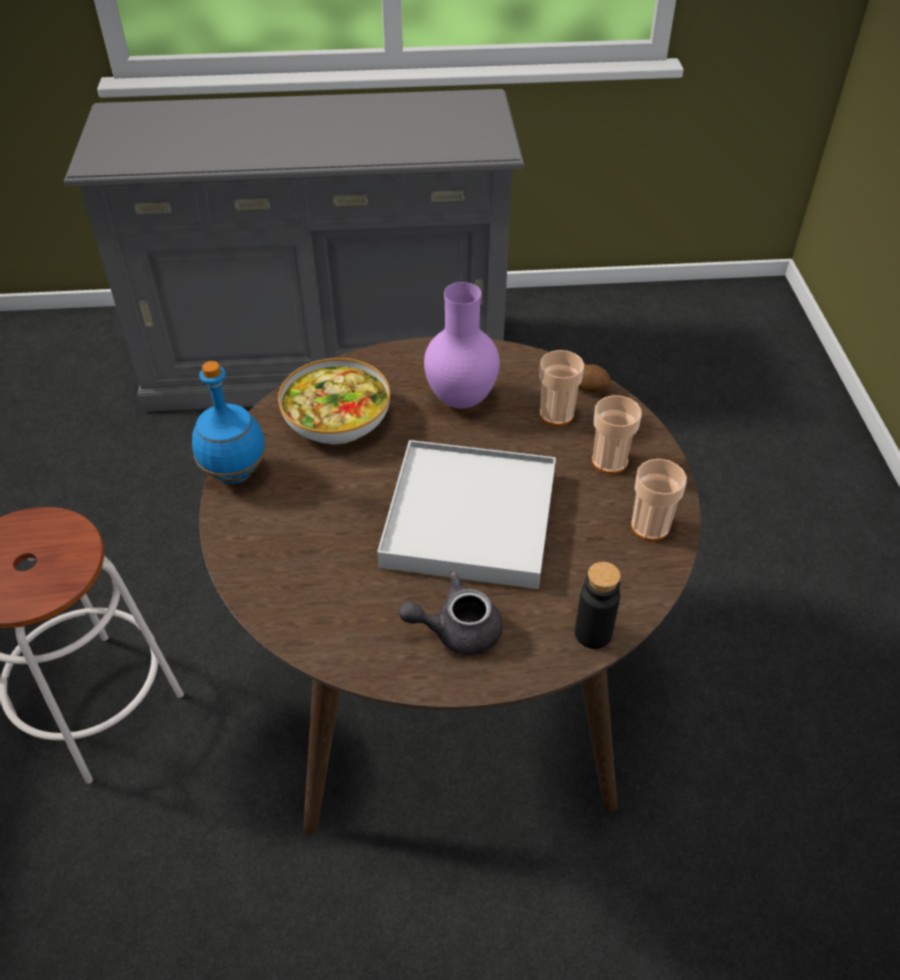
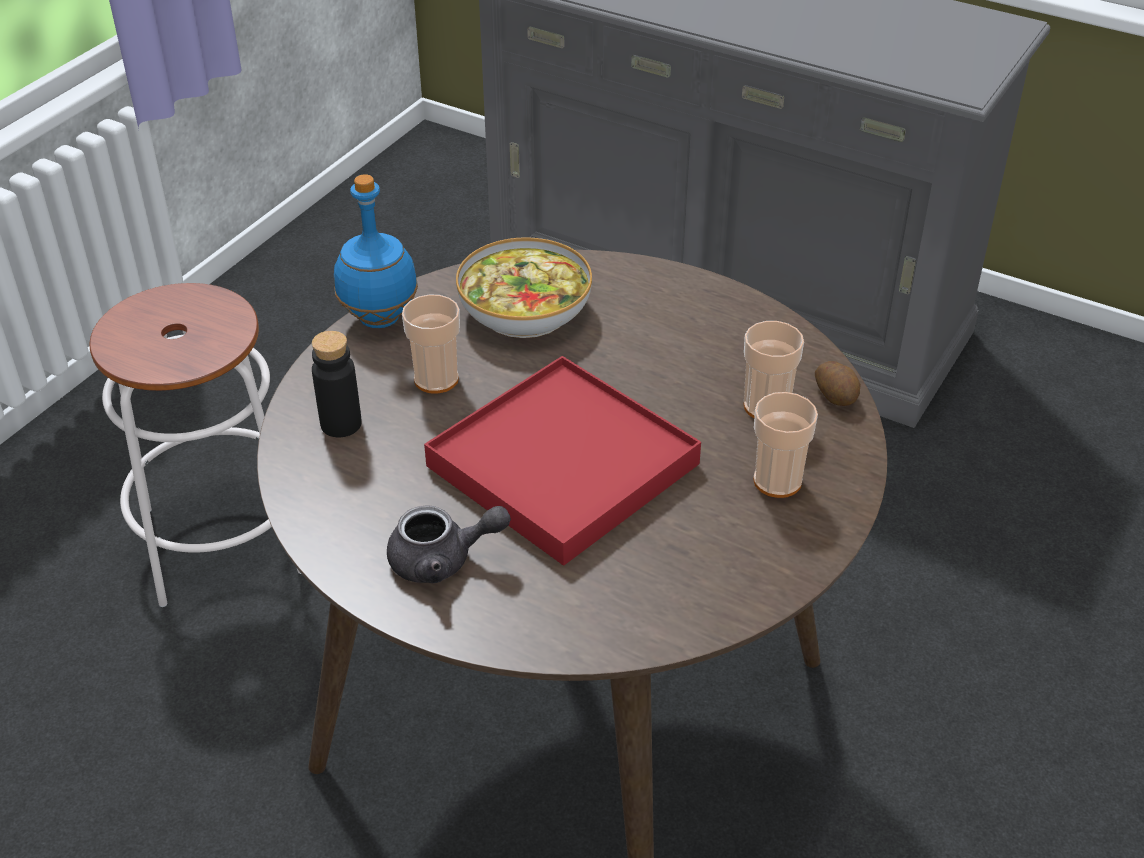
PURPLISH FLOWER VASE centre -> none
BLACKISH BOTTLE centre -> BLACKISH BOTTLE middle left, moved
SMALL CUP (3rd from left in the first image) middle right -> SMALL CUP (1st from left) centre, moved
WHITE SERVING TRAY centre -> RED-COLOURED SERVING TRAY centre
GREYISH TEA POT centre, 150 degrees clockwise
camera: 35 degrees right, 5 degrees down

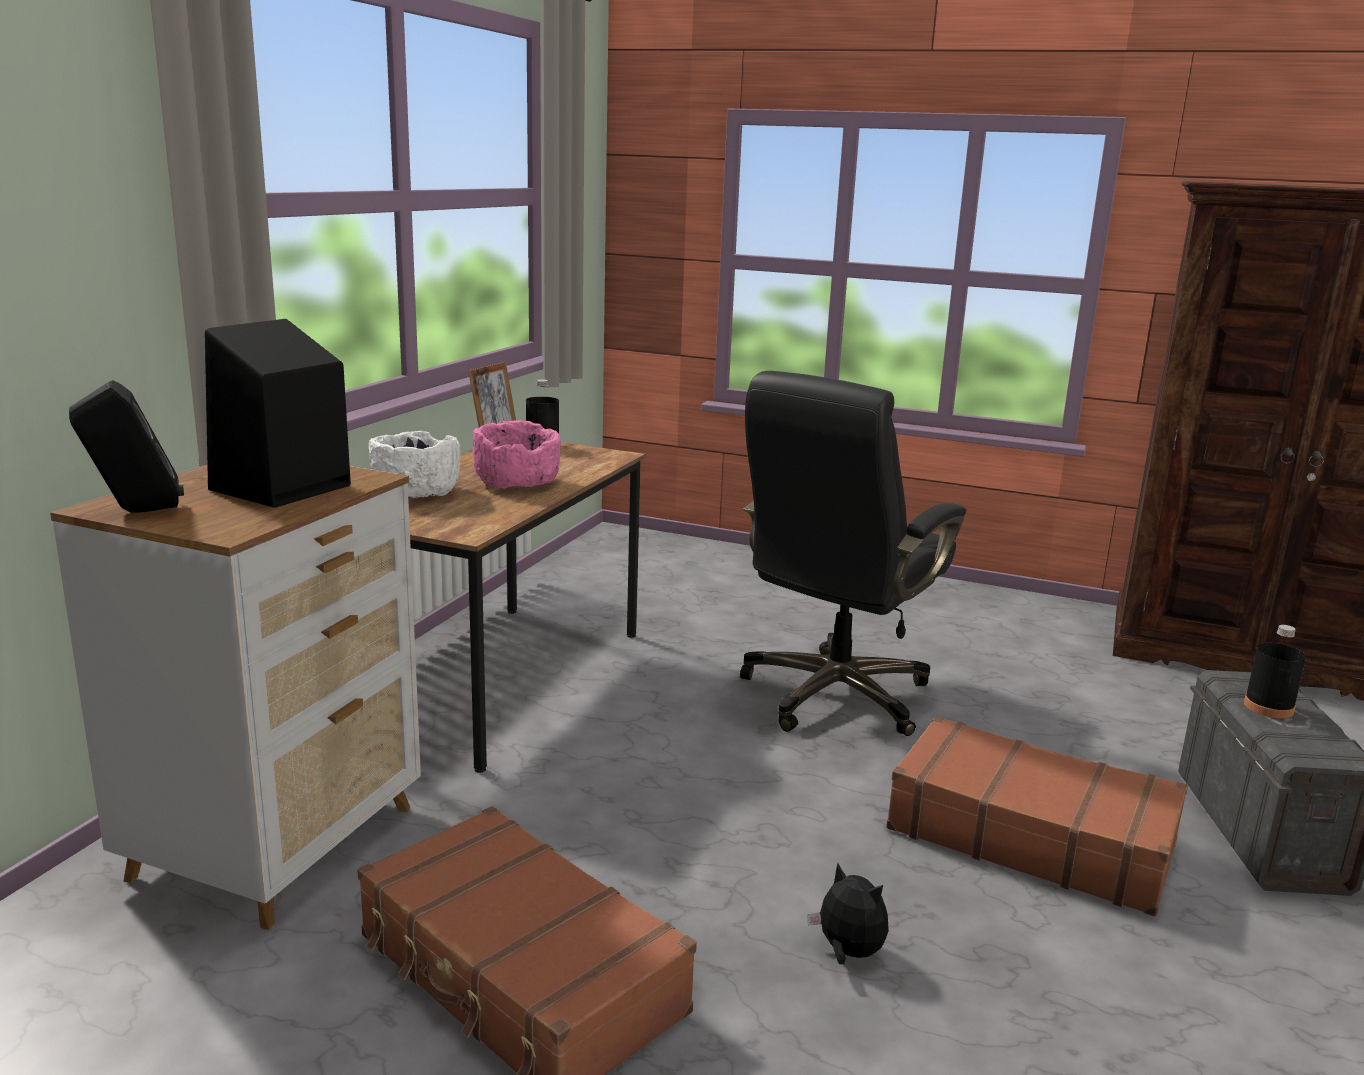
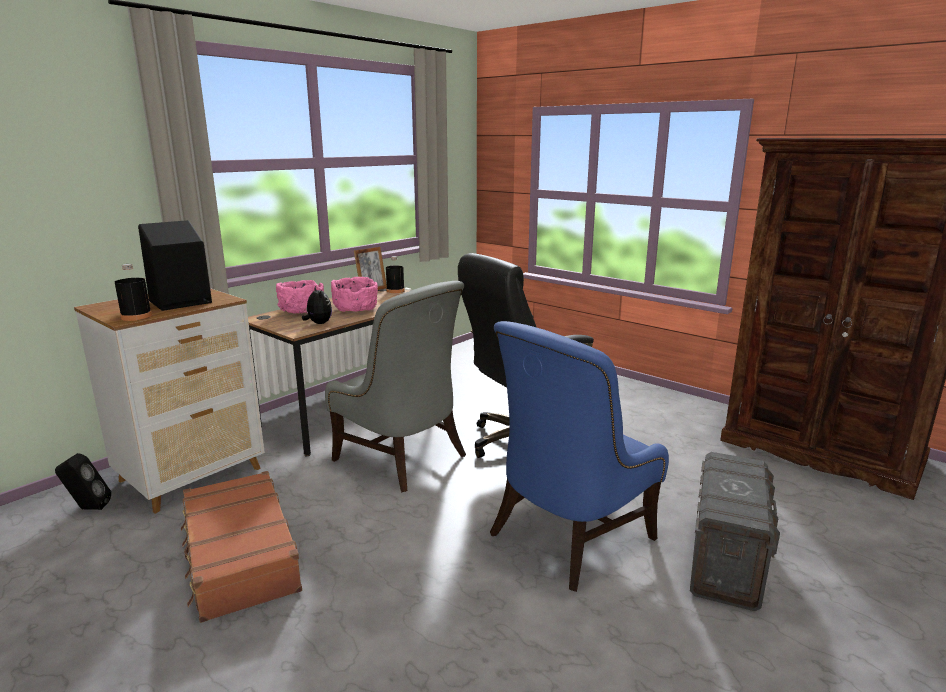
none -> GREYISH CHAIR centre
BLACKISH LOUDSPEAKER (1st from left) middle left -> BLACKISH LOUDSPEAKER (1st from left) bottom left, moved
CUDDLY TOY bottom centre -> CUDDLY TOY centre, moved
BLACKISH BOTTLE (2nd from left in the first image) middle right -> BLACKISH BOTTLE (1st from left) middle left, moved
BROWNISH SUITCASE (2nd from left) bottom right -> BLUE-COLOURED CHAIR centre
WHITE BOWL middle left -> PINK-COLOURED BOWL (1st from left) middle left
camera: 20 degrees right, 0 degrees up

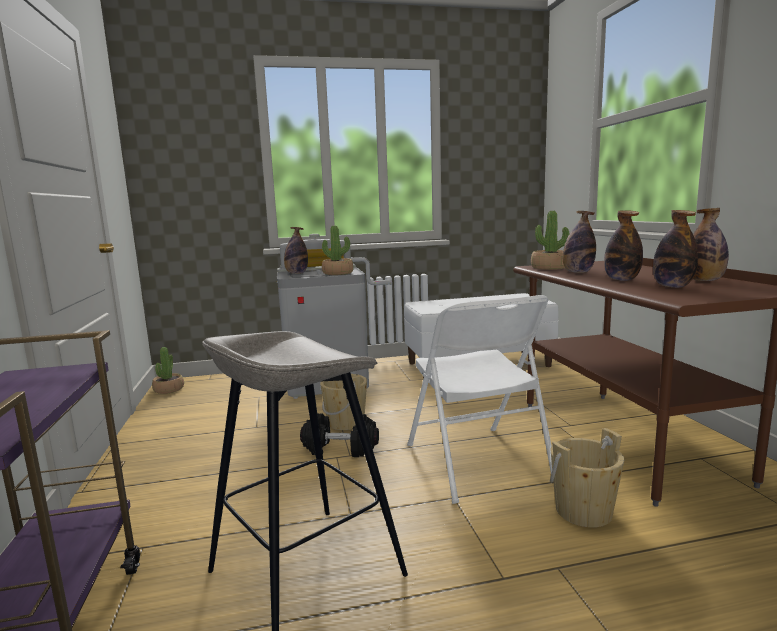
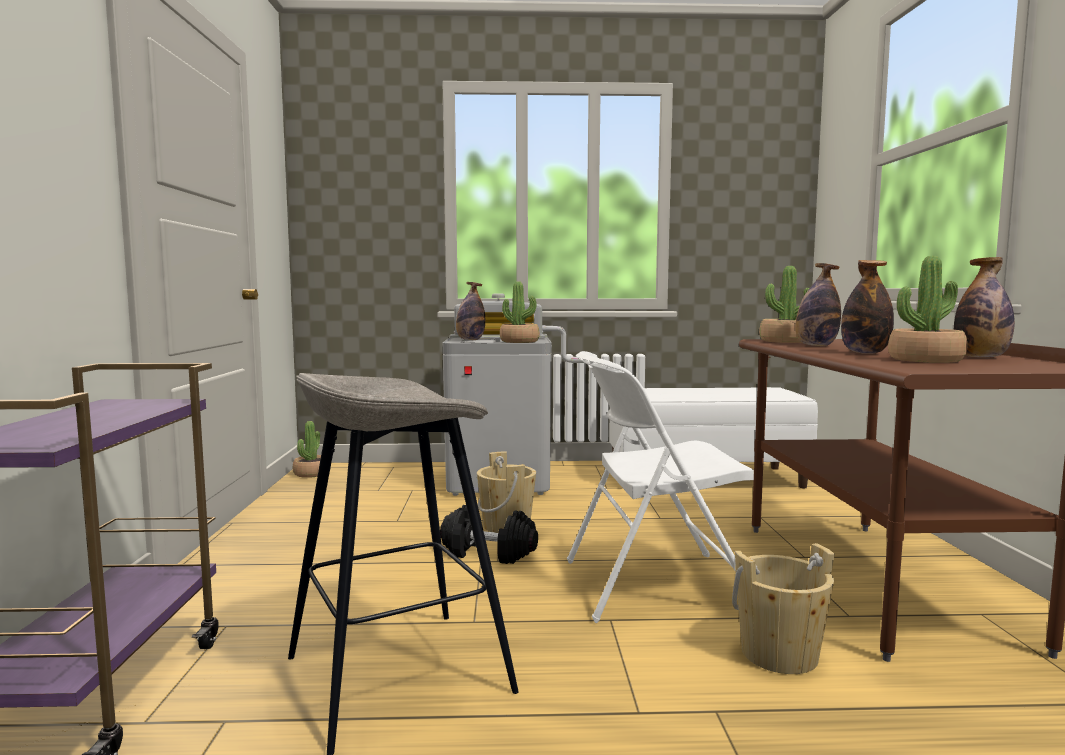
BOTTLE (4th from left) middle right -> HOUSEPLANT (4th from left) middle right
WHITE CHAIR centre, 90 degrees clockwise
camera: 10 degrees right, 5 degrees down

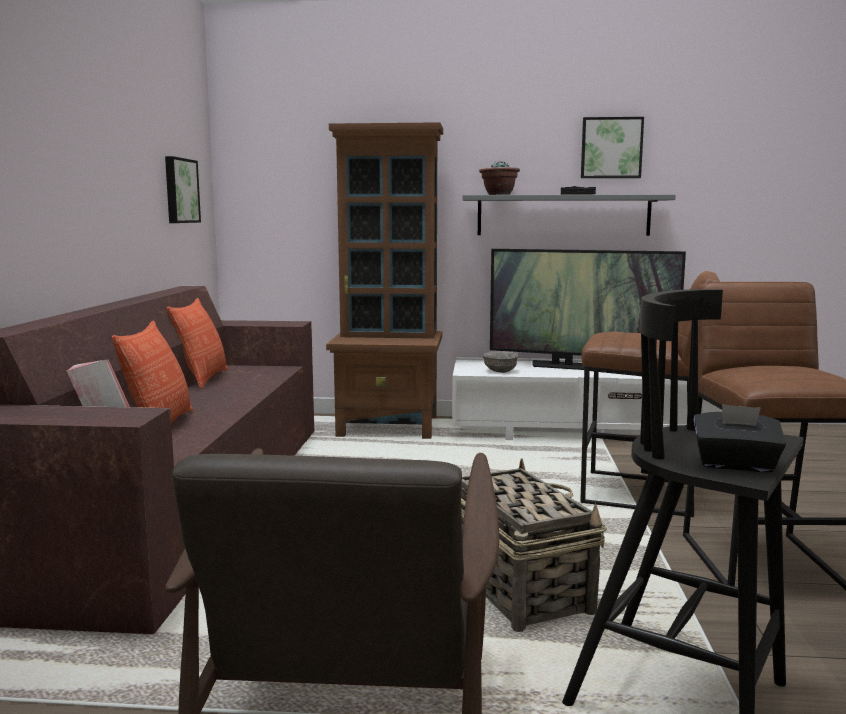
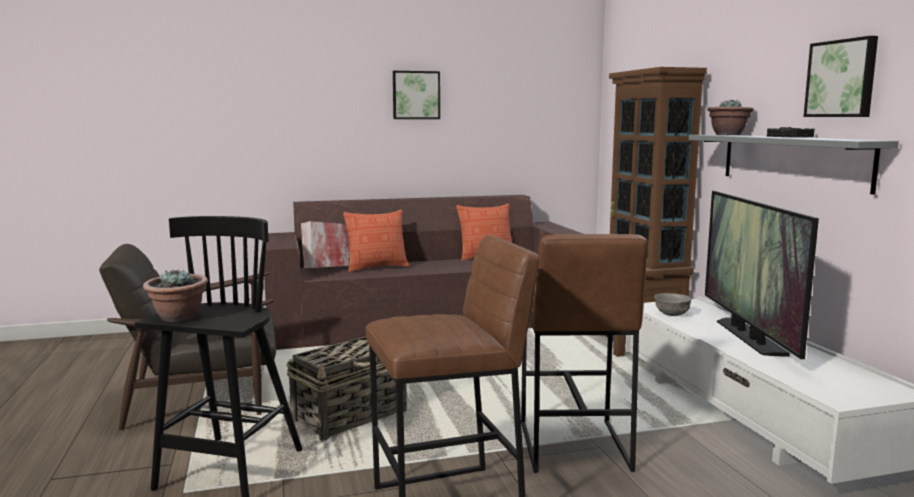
WALL ART (1st from left) top left -> WALL ART (1st from left) top centre, moved
BLACKISH TISSUE BOX middle right -> HOUSEPLANT (1st from left) middle left
camera: 70 degrees right, 0 degrees up

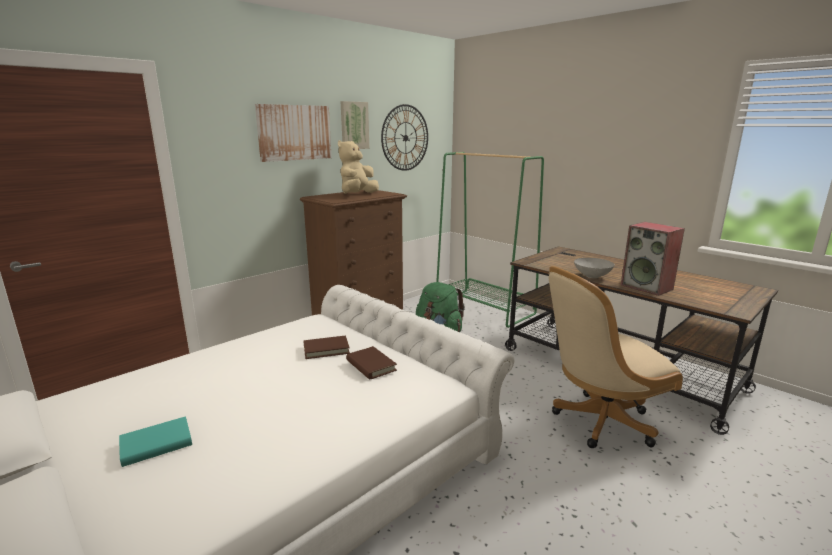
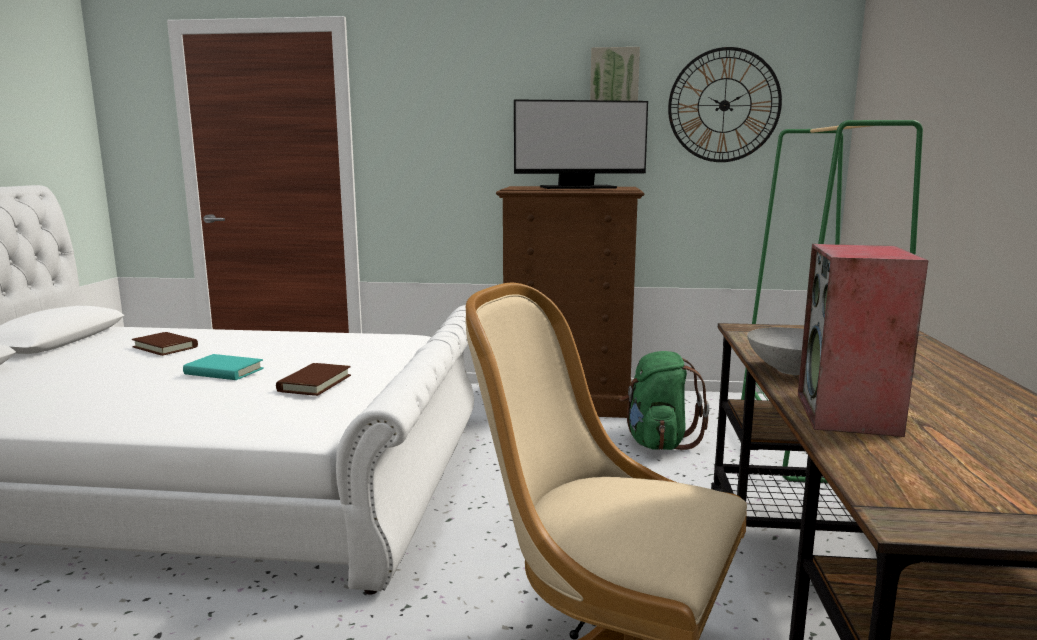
WALL ART (1st from left) top centre -> none
TURQUOISE-COLOURED BOUND BOOK bottom left -> TURQUOISE-COLOURED BOUND BOOK middle left, moved
BROWNISH BOUND BOOK (1st from left) centre -> BROWNISH BOUND BOOK (1st from left) middle left, moved
SAND-COLOURED CUDDLY TOY top centre -> COMPUTER SCREEN top centre
camera: 50 degrees right, 5 degrees down

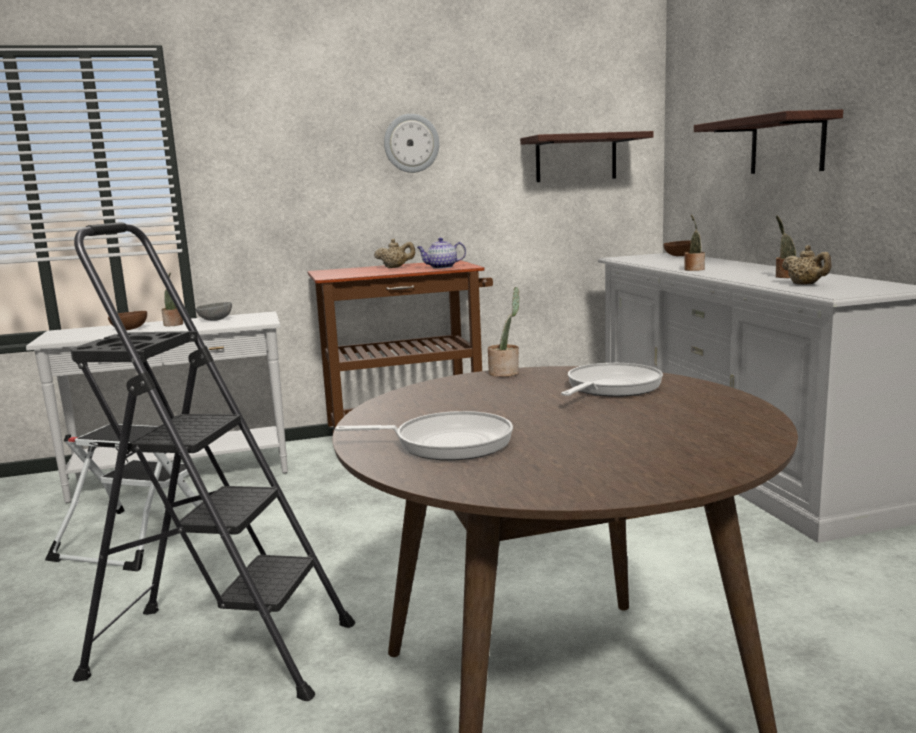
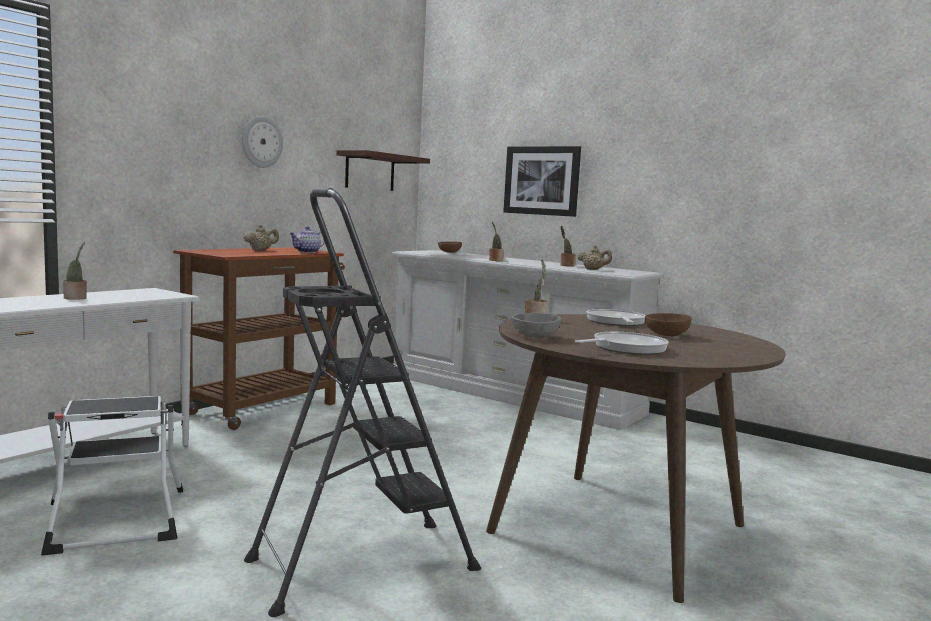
BROWNISH BOWL (1st from left in the first image) middle left -> BROWNISH BOWL (2nd from left) middle right, moved
GREYISH BOWL middle left -> GREYISH BOWL centre, moved
SHELF (2nd from left) top right -> WALL ART top centre
camera: 40 degrees left, 5 degrees down

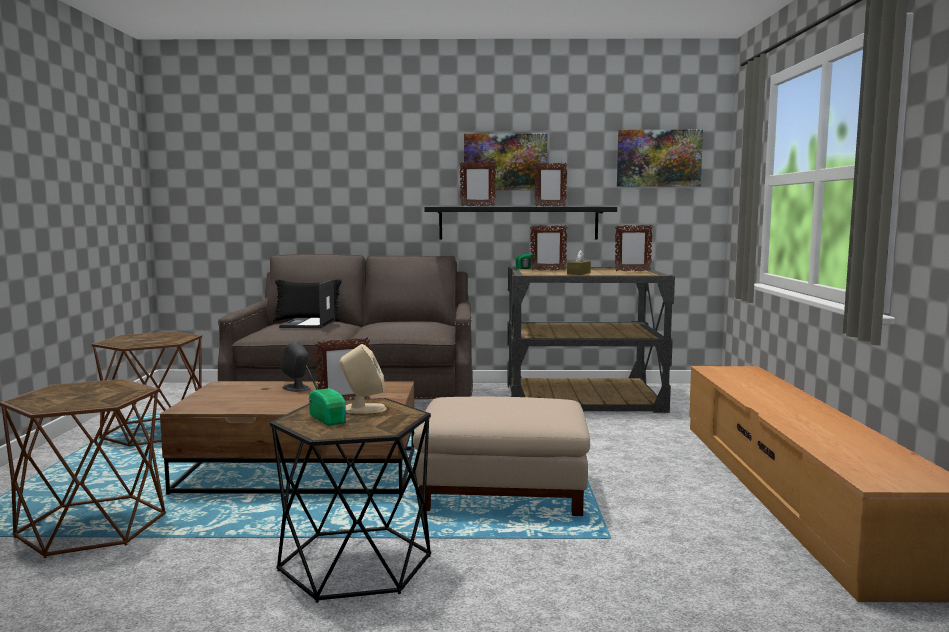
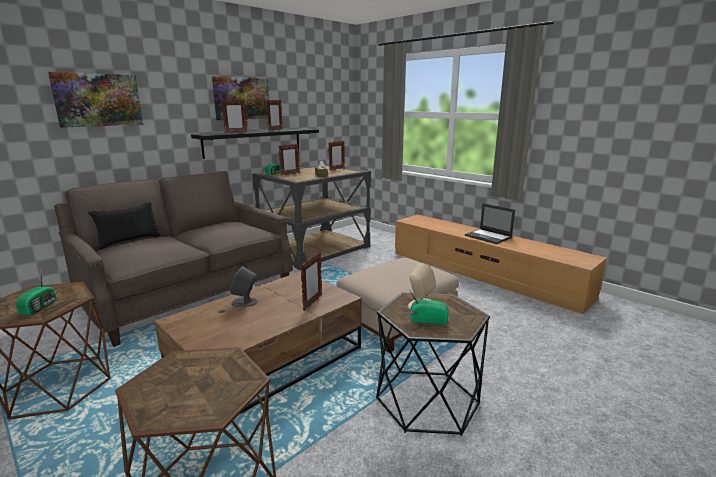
none -> RADIO (1st from left) middle left
NOTEBOOK COMPUTER middle left -> NOTEBOOK COMPUTER middle right, moved
WALL ART (2nd from left in the first image) top right -> WALL ART (1st from left) top left, moved
camera: 45 degrees left, 10 degrees up

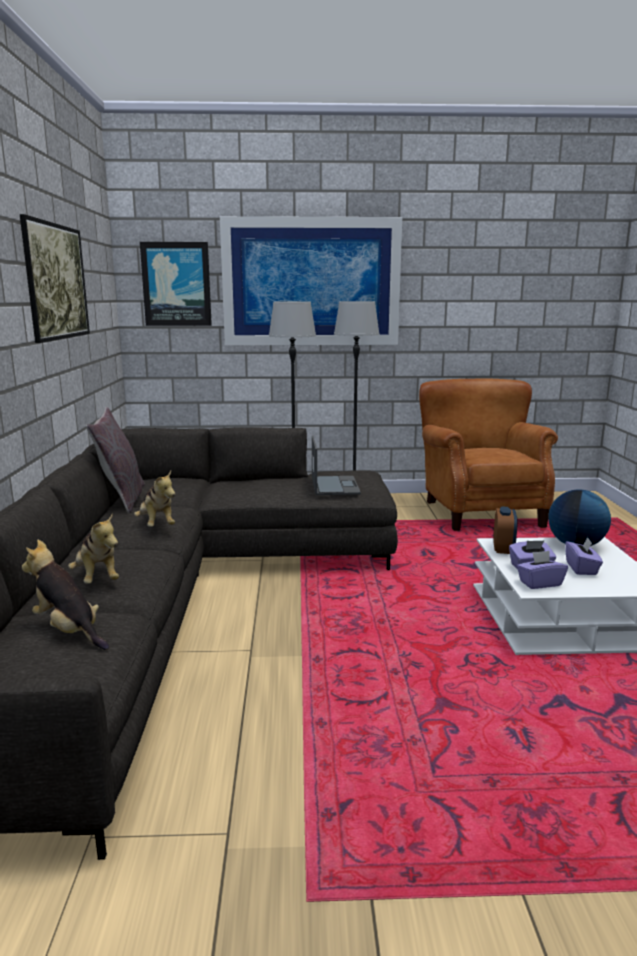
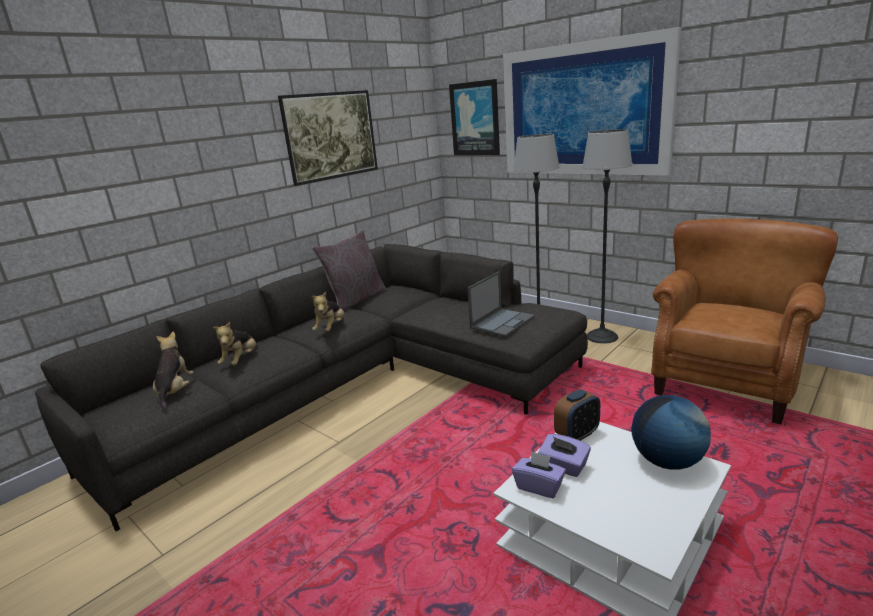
PURPLISH TISSUE BOX (3rd from left) middle right -> none
camera: 45 degrees right, 5 degrees up

